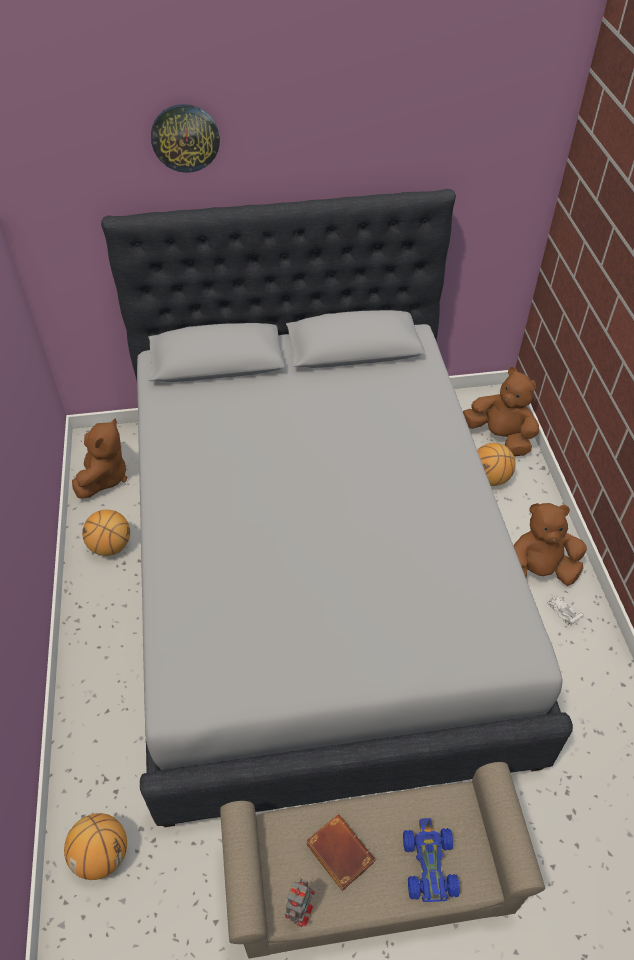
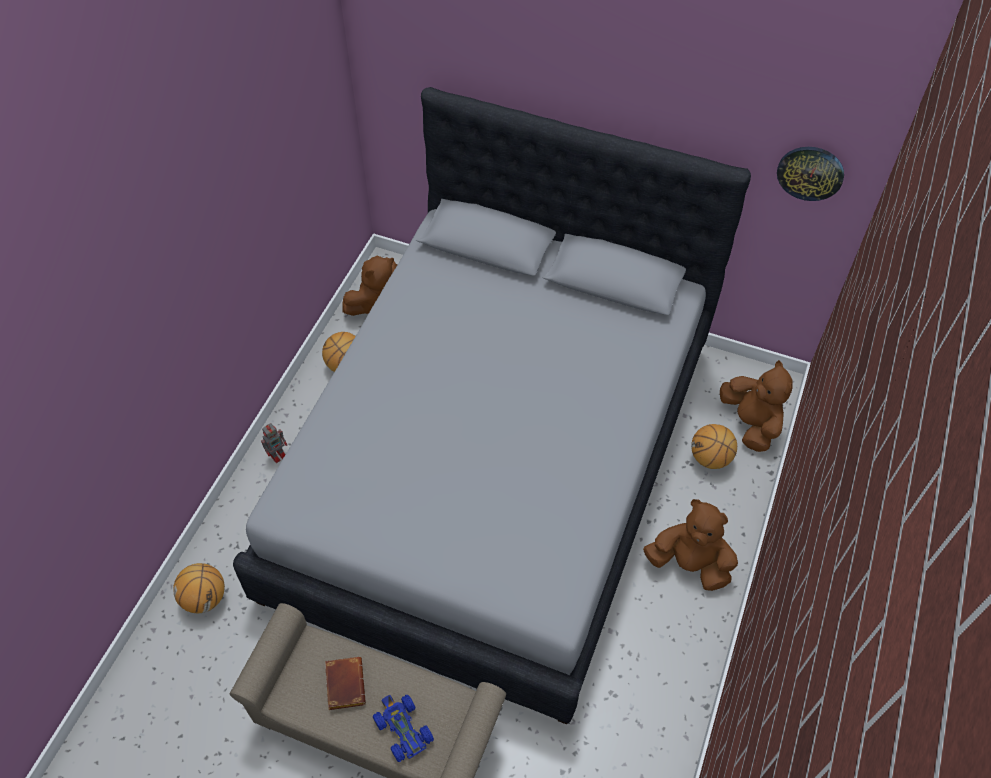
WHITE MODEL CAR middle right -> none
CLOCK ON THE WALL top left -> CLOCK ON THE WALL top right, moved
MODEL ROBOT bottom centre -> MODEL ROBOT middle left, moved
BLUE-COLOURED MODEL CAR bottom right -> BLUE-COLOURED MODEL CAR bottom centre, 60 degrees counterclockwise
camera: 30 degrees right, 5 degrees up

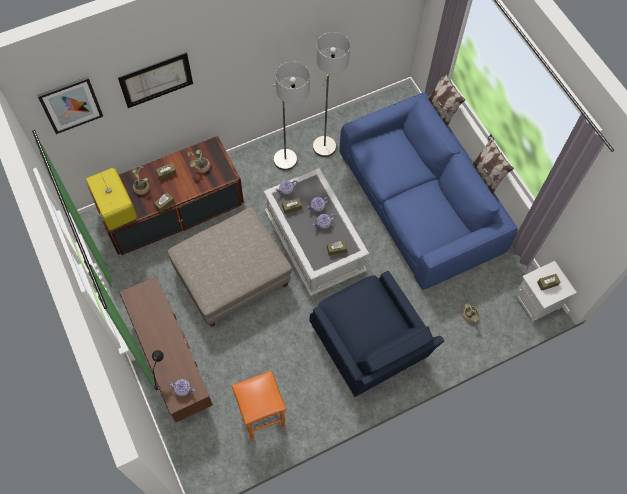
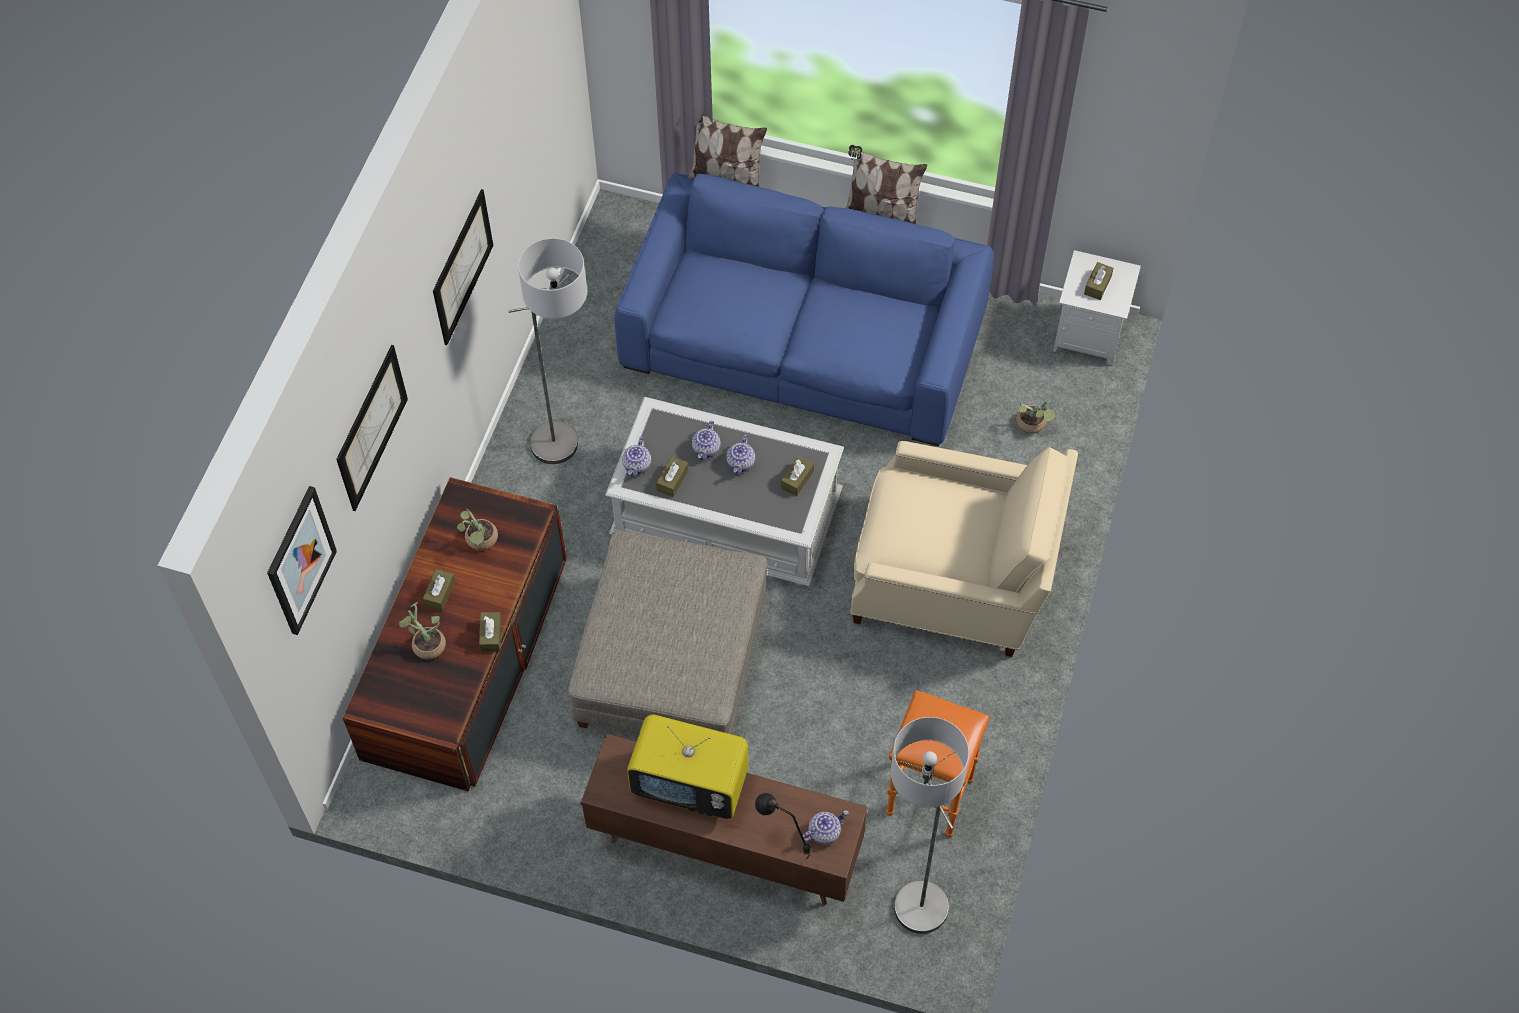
none -> WALL ART (3rd from left) top left
TV SET middle left -> TV SET bottom centre, moved
GREYISH STANDING LAMP (2nd from left) top centre -> GREYISH STANDING LAMP (2nd from left) bottom centre, moved
BLUE-COLOURED ARMCHAIR bottom centre -> SAND-COLOURED ARMCHAIR centre
camera: 45 degrees left, 5 degrees down

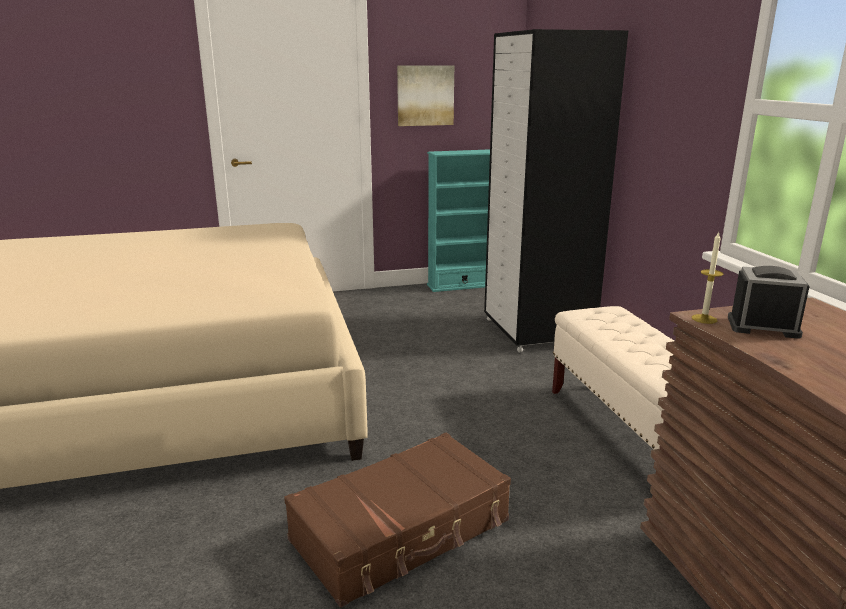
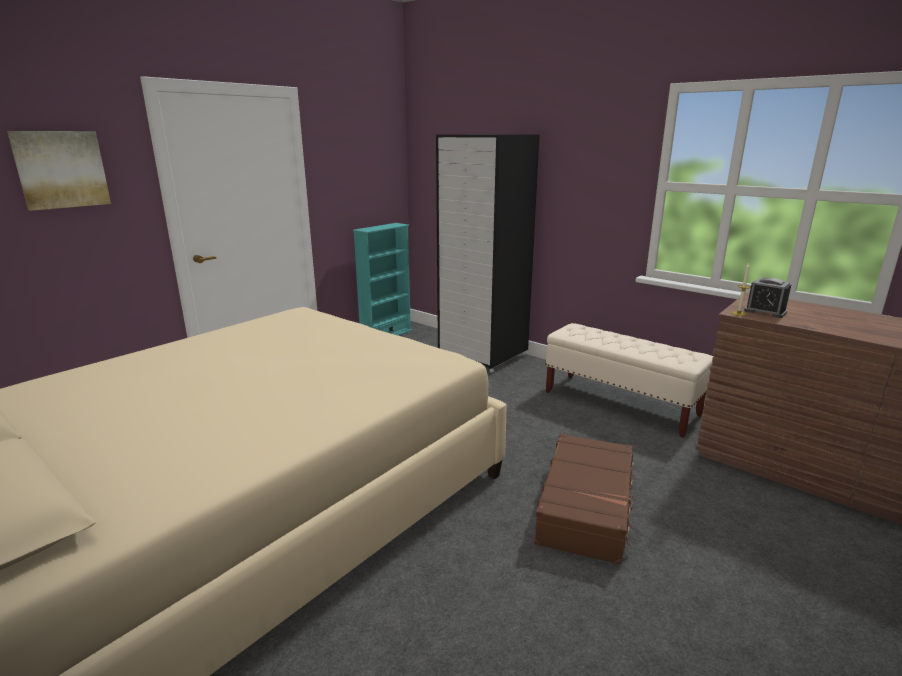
WALL ART top centre -> WALL ART top left, moved
ALARM CLOCK middle right, 120 degrees counterclockwise
camera: 35 degrees left, 0 degrees up

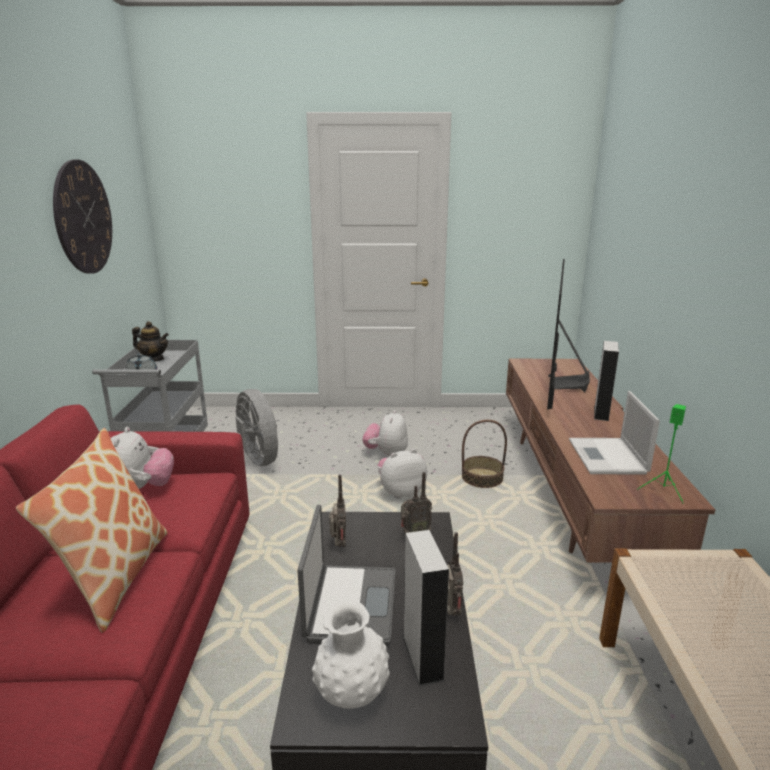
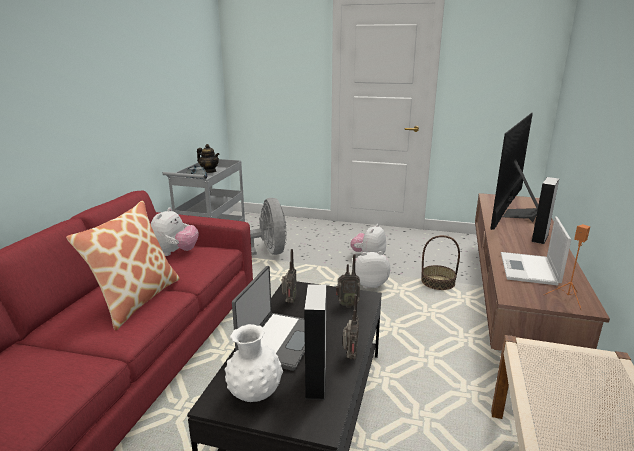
CLOCK ON THE WALL top left -> none
GREENISH LOUDSPEAKER middle right -> ORANGE-COLOURED LOUDSPEAKER middle right
camera: 15 degrees right, 0 degrees up

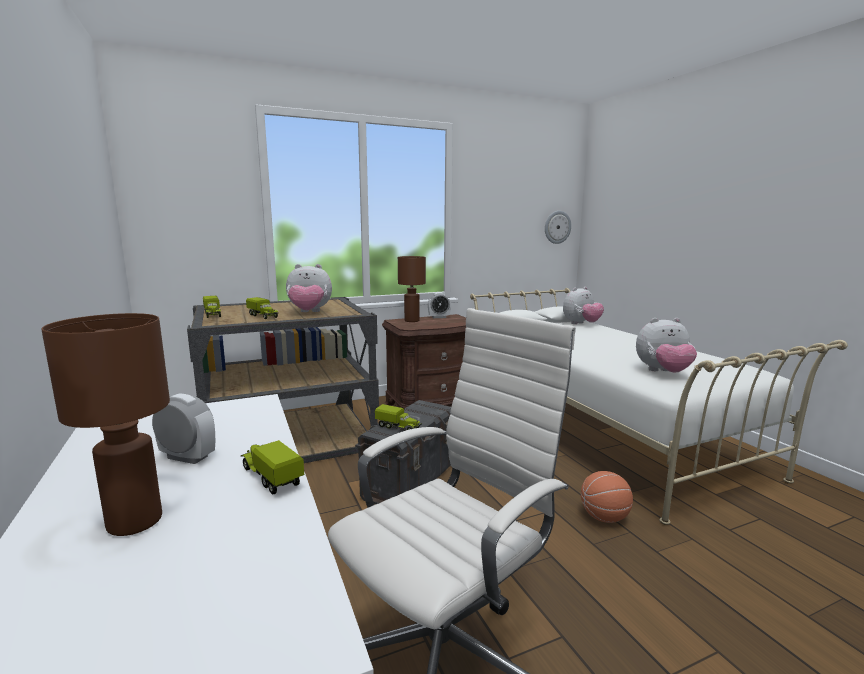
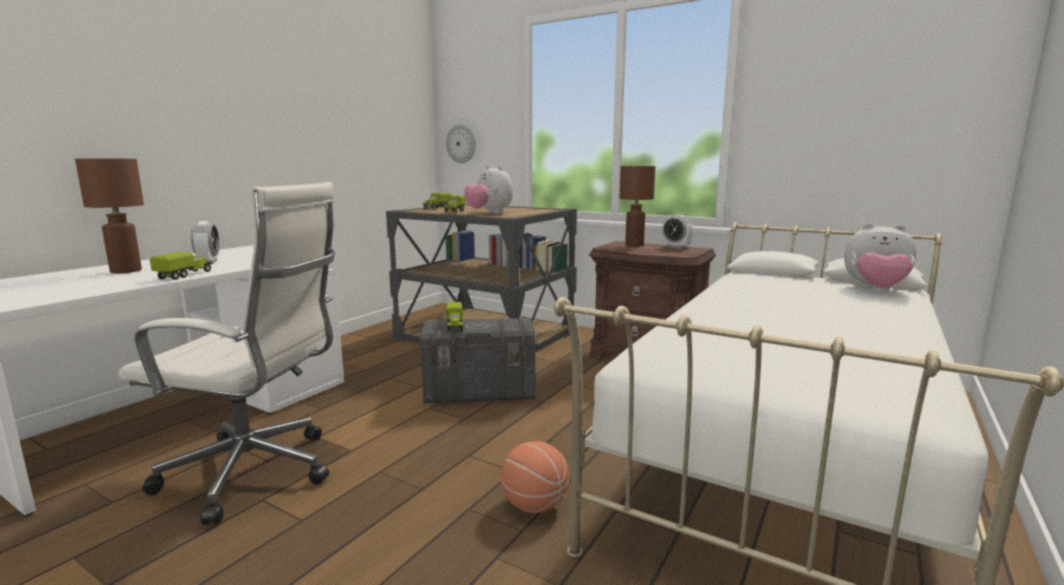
CUDDLY TOY (3rd from left) middle right -> none
CLOCK ON THE WALL centre -> CLOCK ON THE WALL top centre, moved
camera: 55 degrees right, 0 degrees up

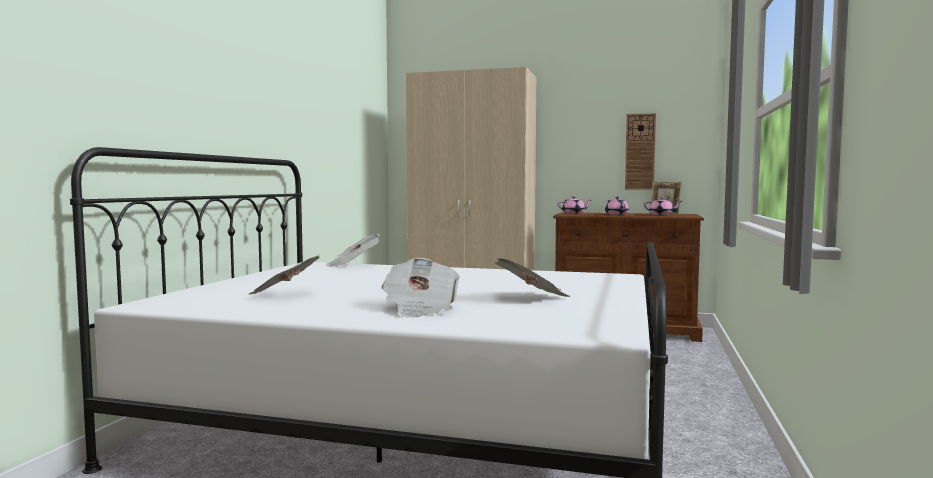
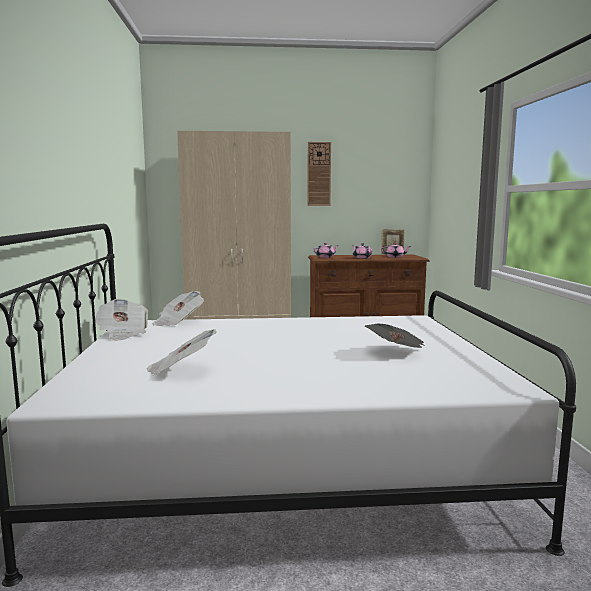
DAILY PAPER (3rd from left in the first image) centre -> DAILY PAPER (1st from left) middle left, moved
CLOCK ON THE WALL top right -> CLOCK ON THE WALL top centre, moved
camera: 20 degrees left, 5 degrees up

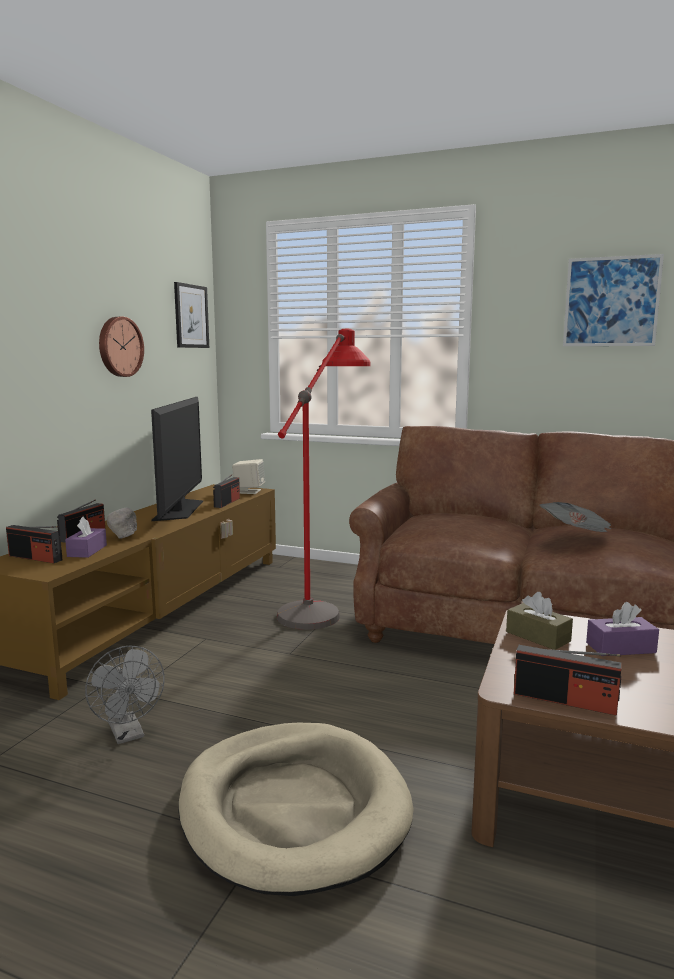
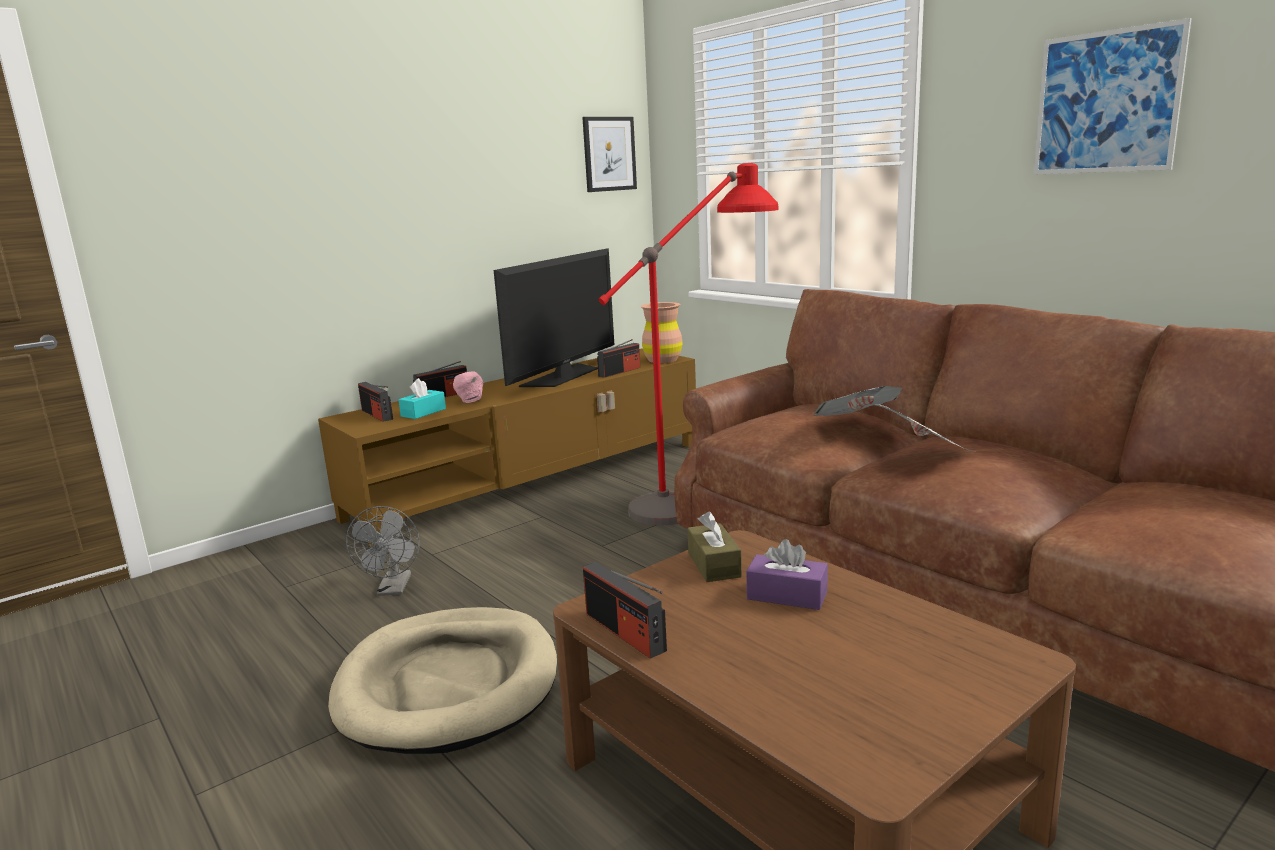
CLOCK ON THE WALL middle left -> none
none -> DAILY PAPER (1st from left) middle right
SAND-COLOURED LOUDSPEAKER centre -> BROWNISH FLOWER VASE centre
PURPLISH TISSUE BOX (1st from left) middle left -> TURQUOISE-COLOURED TISSUE BOX middle left
GREYISH BOWL middle left -> PINK-COLOURED BOWL centre
camera: 30 degrees right, 5 degrees up

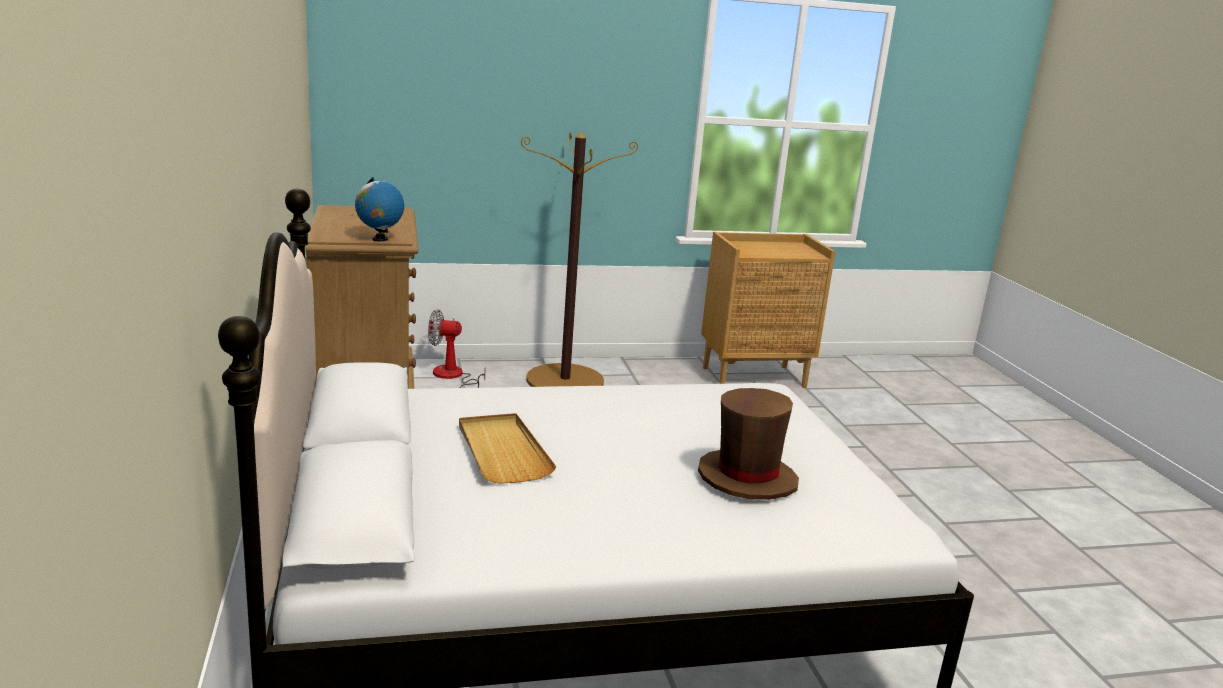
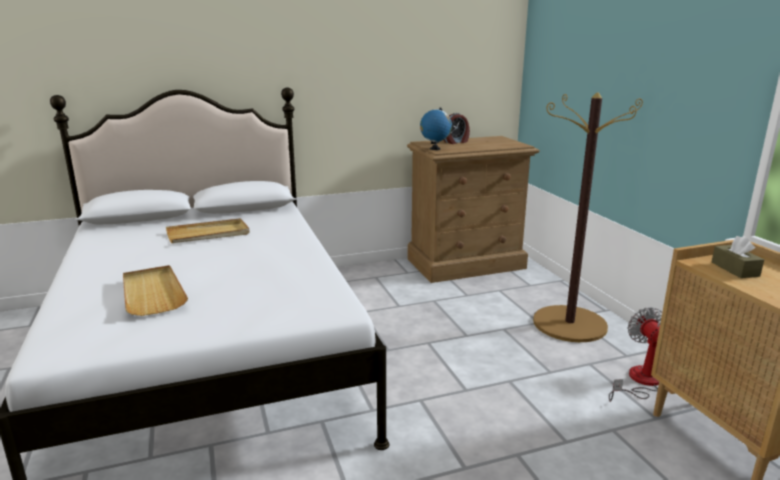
none -> ALARM CLOCK top centre
none -> BROWNISH TISSUE BOX middle right
ELECTRIC FAN centre -> ELECTRIC FAN bottom right, moved
BROWNISH HAT centre -> SAND-COLOURED SERVING TRAY (1st from left) middle left
camera: 85 degrees right, 0 degrees up

